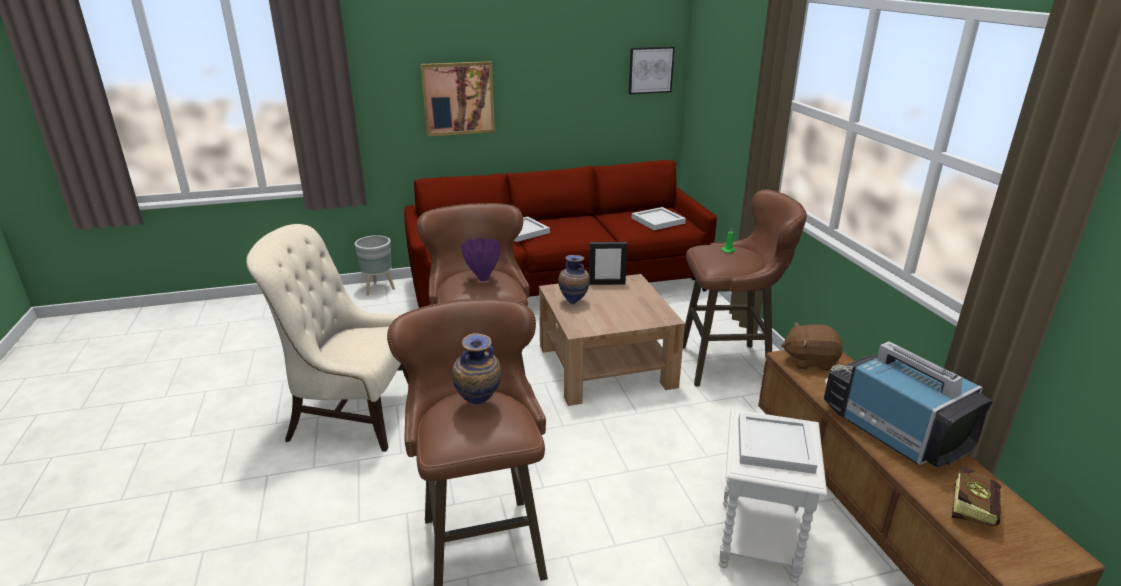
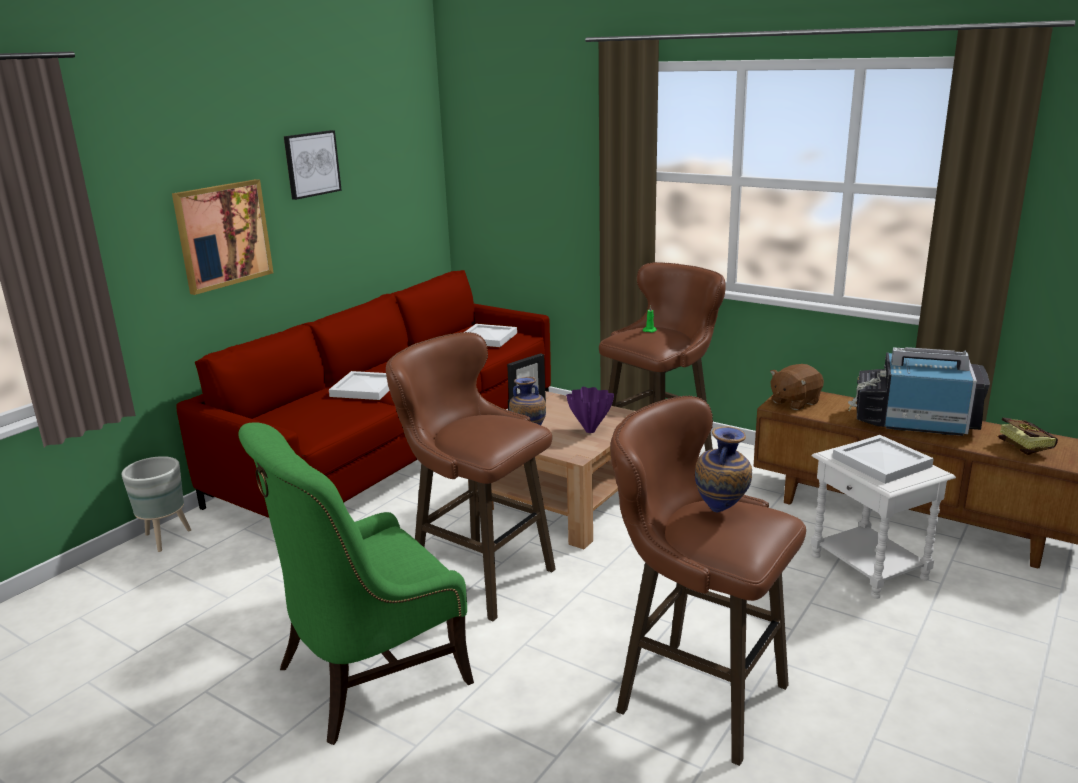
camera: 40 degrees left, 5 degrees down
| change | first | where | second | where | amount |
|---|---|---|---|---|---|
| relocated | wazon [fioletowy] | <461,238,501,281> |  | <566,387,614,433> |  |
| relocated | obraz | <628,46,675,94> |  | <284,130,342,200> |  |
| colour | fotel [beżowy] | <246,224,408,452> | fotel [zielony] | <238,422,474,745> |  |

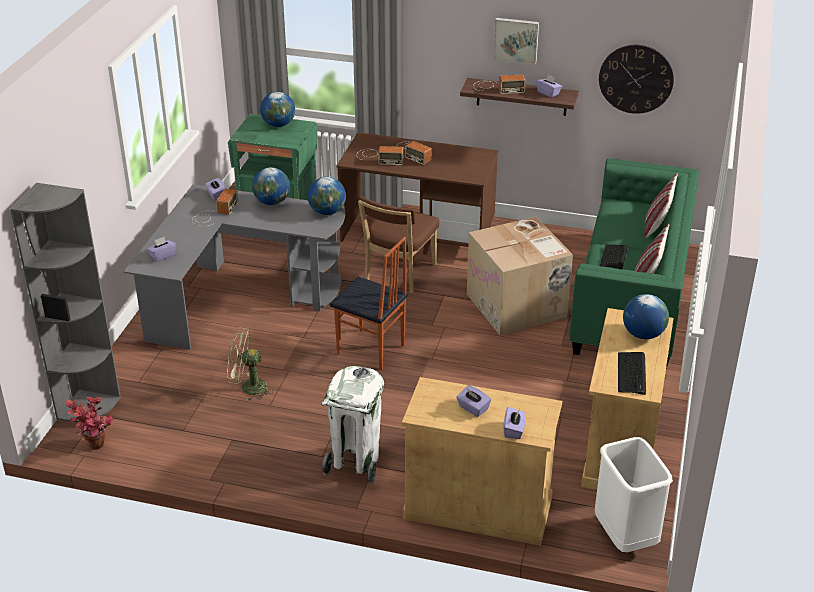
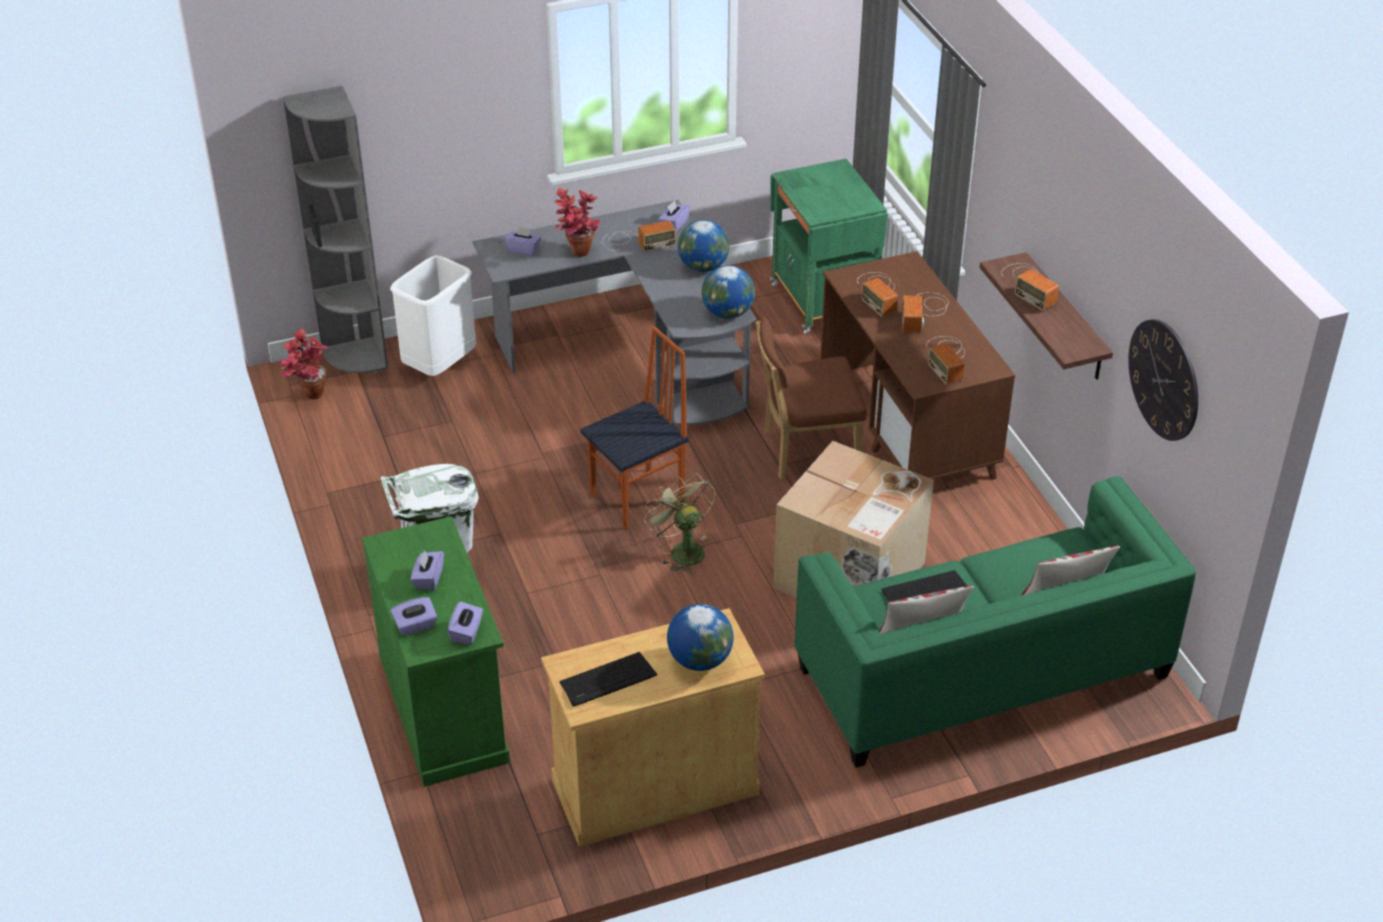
camera: 55 degrees right, 5 degrees up
| change | first | where | second | where | amount |
|---|---|---|---|---|---|
| missing | globus | <260,92,295,127> |  |  |  |
| missing | obraz | <493,18,539,64> |  |  |  |
| appeared |  |  | roślina doniczkowa | <554,188,600,257> |  |
| appeared |  |  | radio | <926,336,965,384> |  |
| relocated | wentylator [zielony] | <227,327,273,401> |  | <644,473,715,574> |  |
| relocated | pudełko chusteczek [fioletowy] | <536,75,562,98> |  | <448,601,483,645> |  |
| relocated | kosz na śmieci [biały] | <595,437,673,552> |  | <390,255,476,376> |  |
| colour | szafka [beżowy] | <402,377,562,546> | szafka [zielony] | <362,516,510,787> |  |
| spun | krzesło | <330,237,408,370> |  | <581,326,689,530> | 120 degrees counterclockwise |

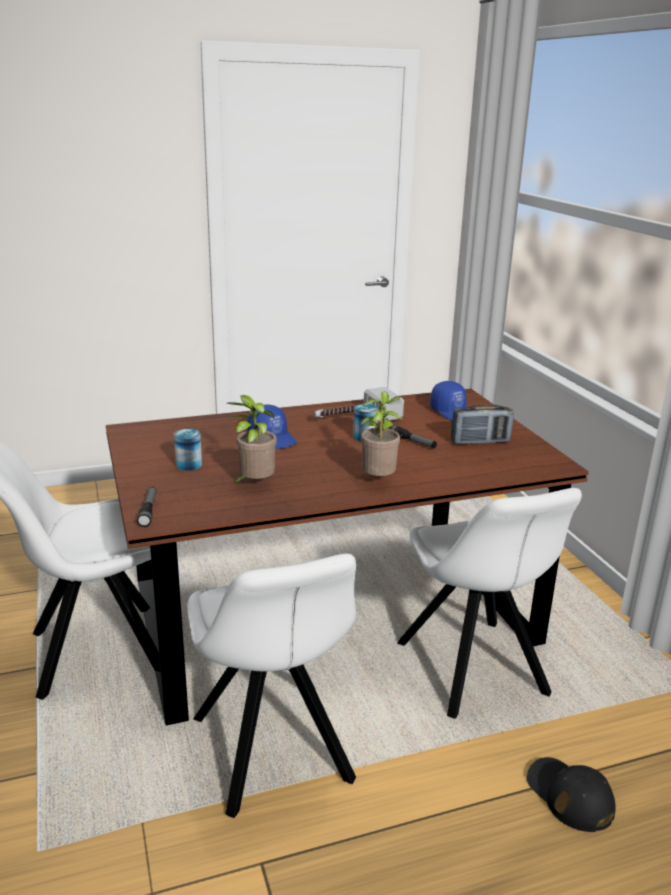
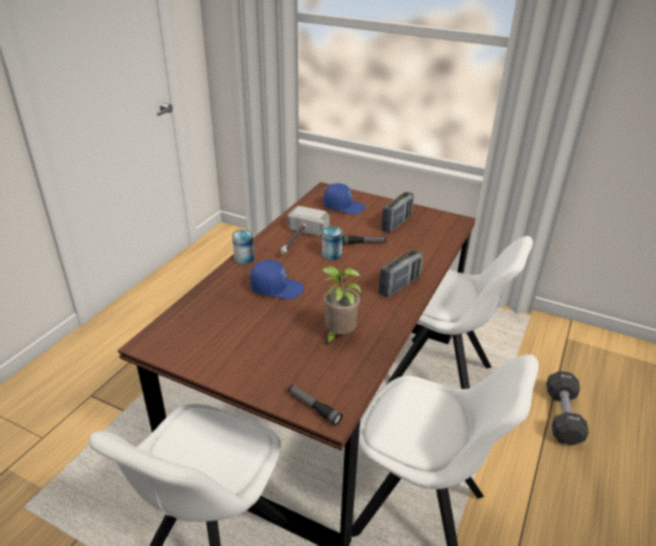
camera: 45 degrees left, 10 degrees up
| change | first | where | second | where | amount |
|---|---|---|---|---|---|
| relocated | puszka | <174,428,202,471> |  | <232,230,255,264> |  |
| exchanged | roślina doniczkowa | <360,391,404,476> | radio | <379,249,423,297> |  |
| exchanged | czapka z daszkiem [czarny] | <527,757,616,832> | hantel [czarny] | <546,371,589,445> |  |

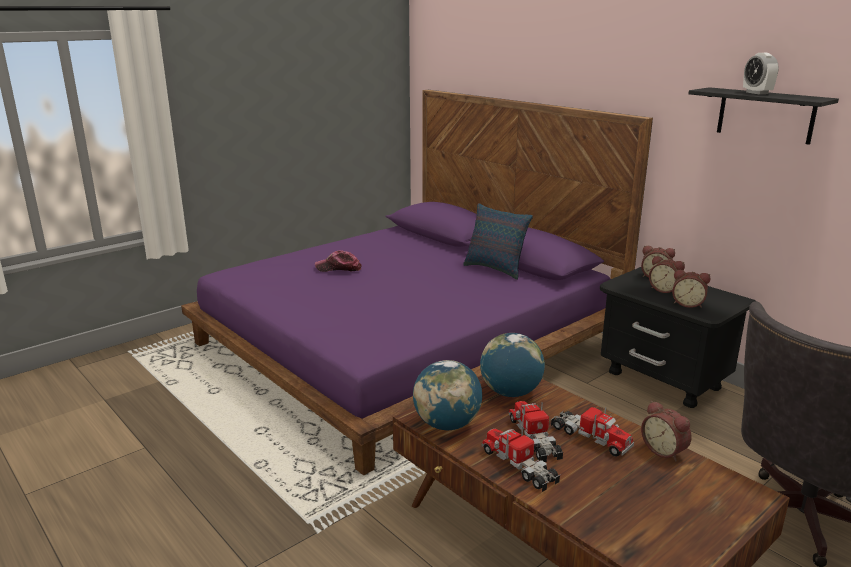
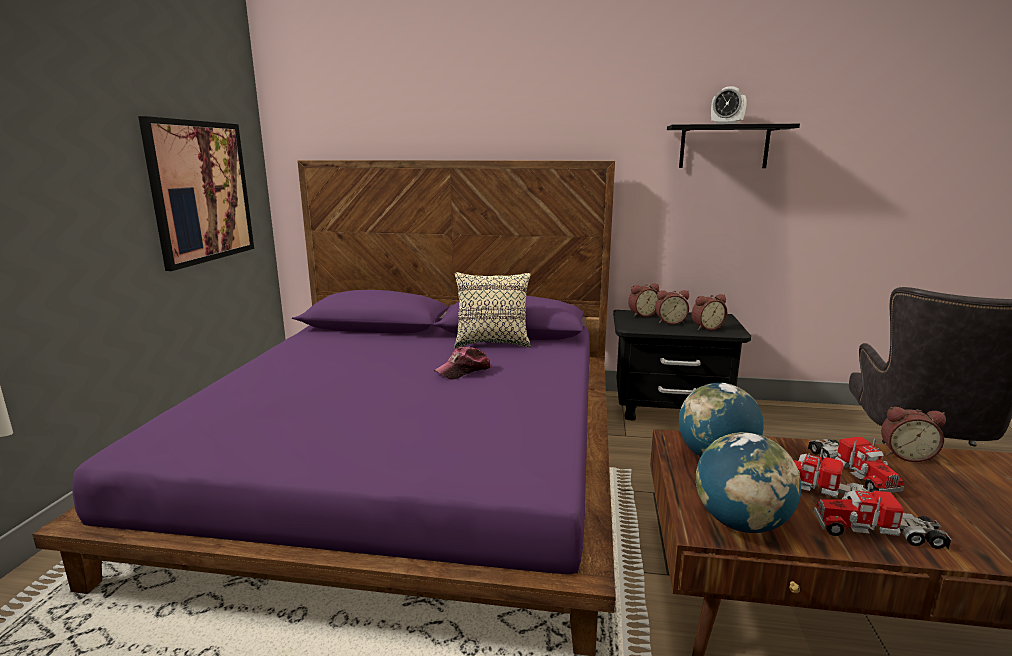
camera: 40 degrees left, 5 degrees down
| change | first | where | second | where | amount |
|---|---|---|---|---|---|
| appeared |  |  | obraz | <138,116,254,271> |  |
| relocated | czapka z daszkiem | <315,250,362,272> |  | <434,347,491,380> |  |
| colour | poduszka [niebieski] | <463,203,533,280> | poduszka [beżowy] | <454,272,531,348> |  |
| spun | ciężarówka zabawkowa | <551,407,634,457> |  | <808,437,904,493> | 75 degrees clockwise |

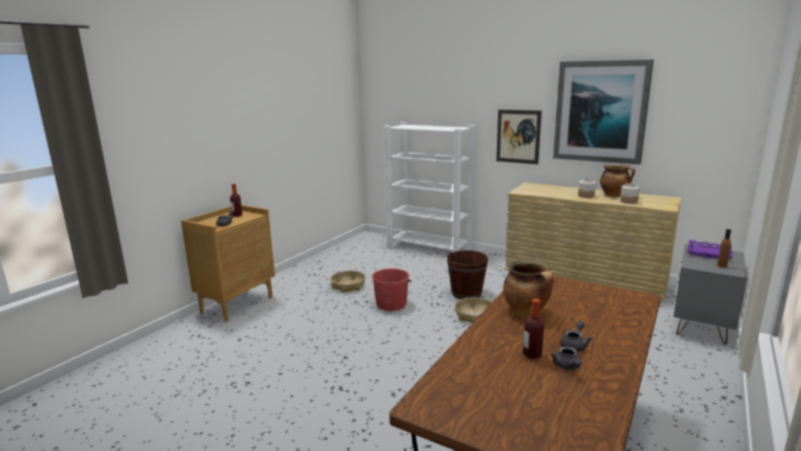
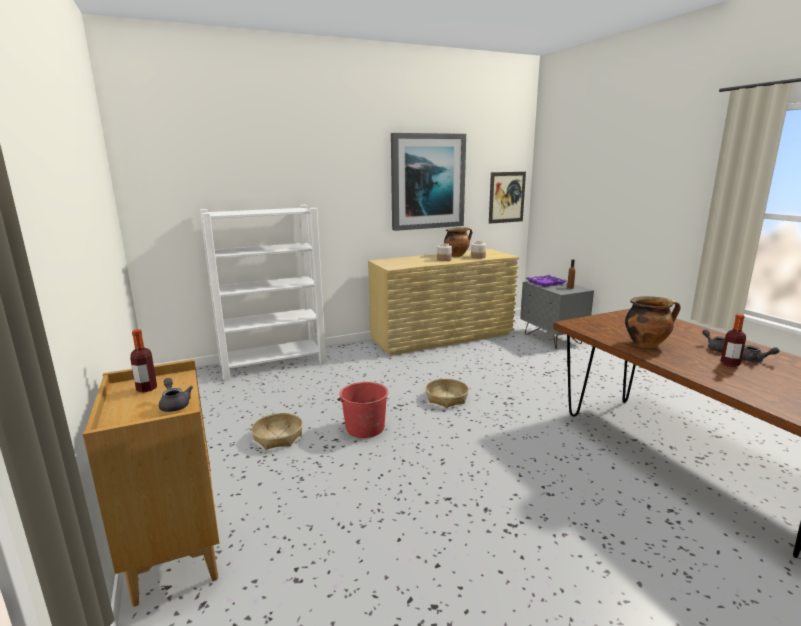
camera: 55 degrees left, 0 degrees up
| change | first | where | second | where | amount |
|---|---|---|---|---|---|
| missing | wiadro [brązowy] | <447,250,488,299> |  |  |  |
| relocated | obraz | <496,110,542,164> |  | <489,172,526,224> |  |

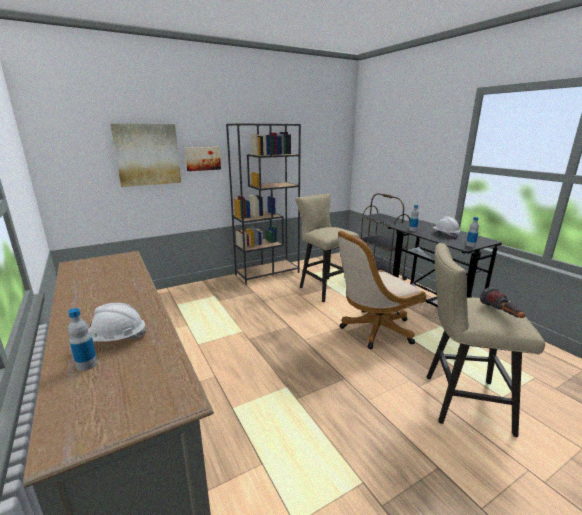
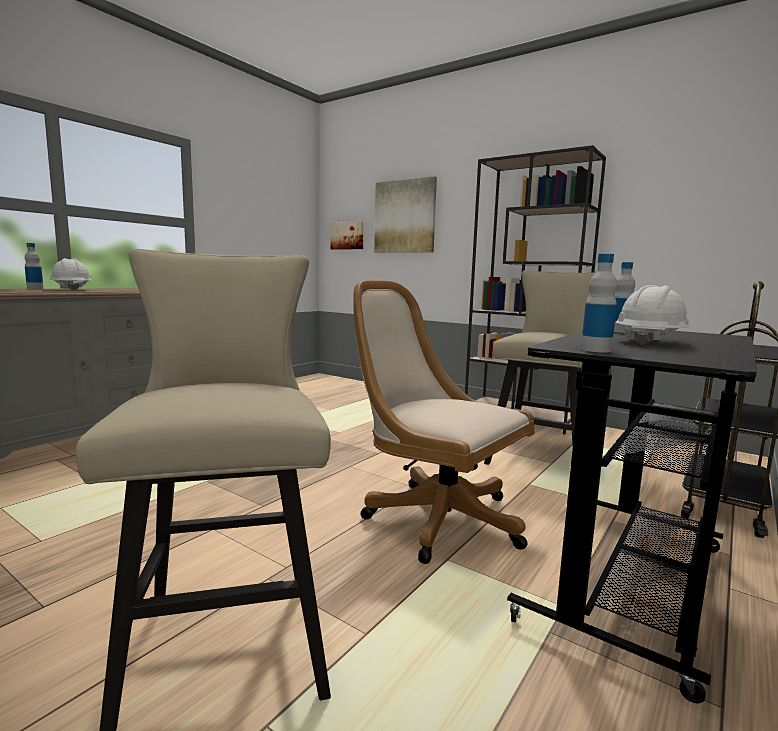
camera: 65 degrees right, 10 degrees down
| change | first | where | second | where | amount |
|---|---|---|---|---|---|
| missing | latarka | <480,287,525,318> |  |  |  |
| relocated | obraz | <185,147,221,171> |  | <330,221,364,250> |  |

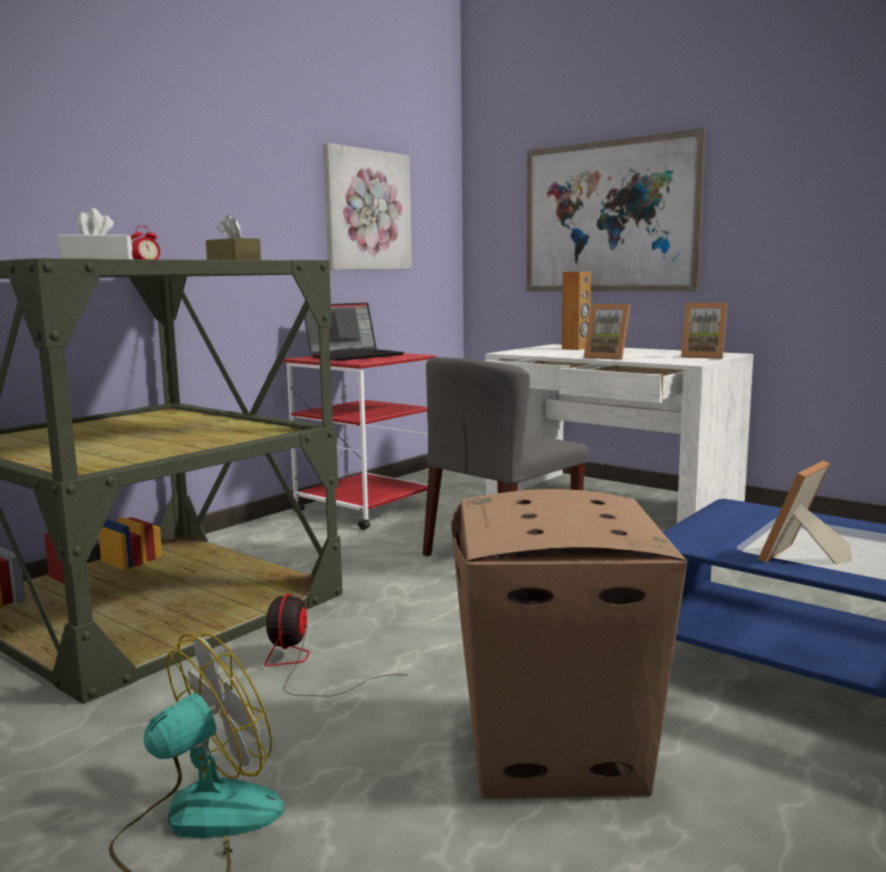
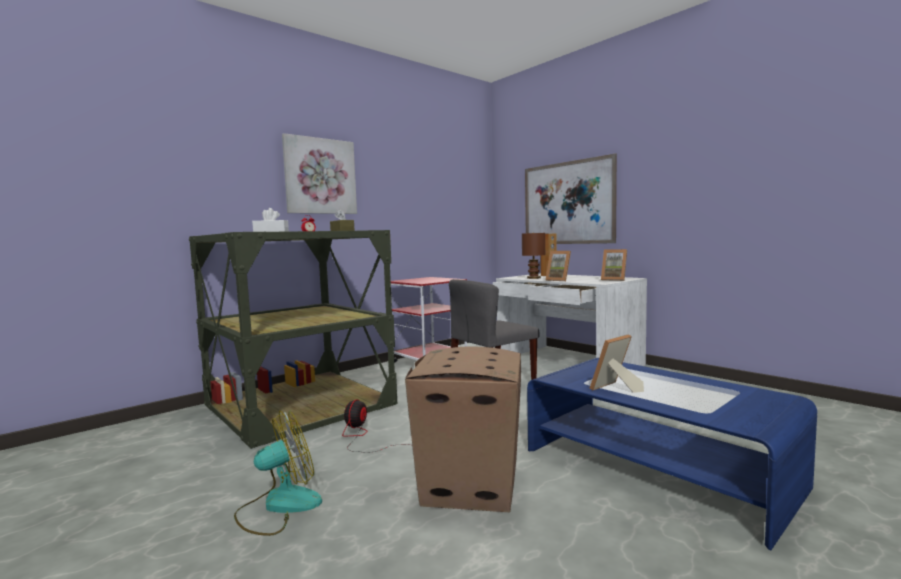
camera: 10 degrees right, 5 degrees down
| change | first | where | second | where | amount |
|---|---|---|---|---|---|
| missing | laptop | <302,303,404,361> |  |  |  |
| appeared |  |  | lampa stołowa [brązowy] | <522,233,545,279> |  |
| relocated | obraz | <323,143,412,270> |  | <282,133,357,214> |  |

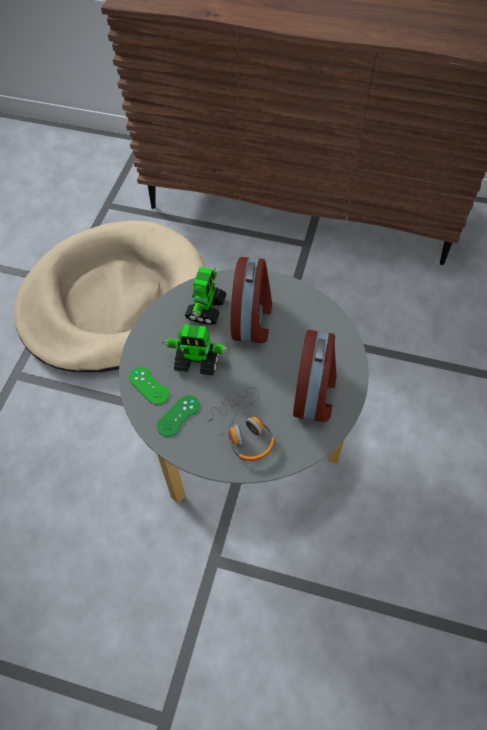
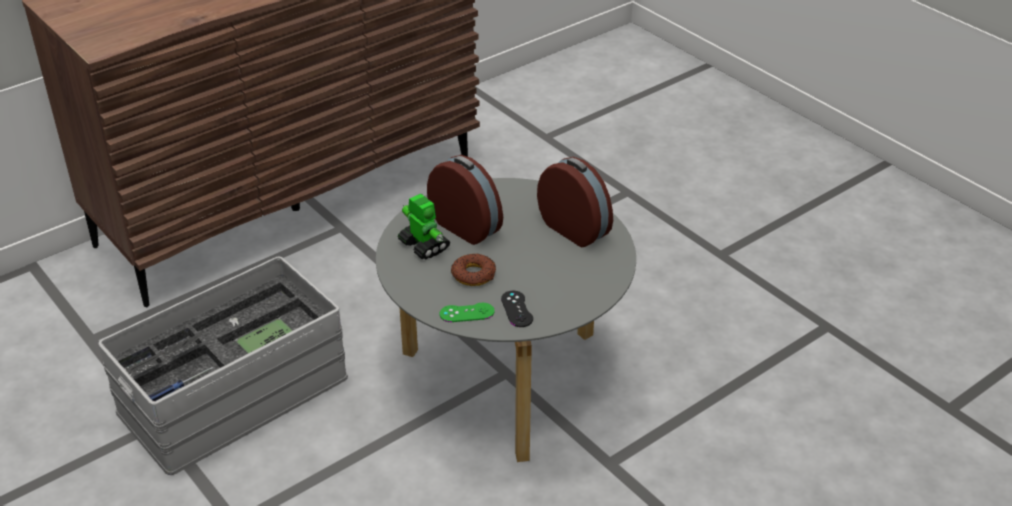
camera: 55 degrees left, 20 degrees down
| change | first | where | second | where | amount |
|---|---|---|---|---|---|
| missing | słuchawki | <206,387,275,461> |  |  |  |
| exchanged | legowisko [beżowy] | <14,221,205,372> | pojemnik do przechowywania [szary] | <98,256,348,475> |  |
| exchanged | robot zabawkowy | <163,324,230,375> | donut | <451,254,496,286> |  |
| colour | pad do gier [zielony] | <157,395,200,437> | pad do gier [czarny] | <501,291,533,327> |  |

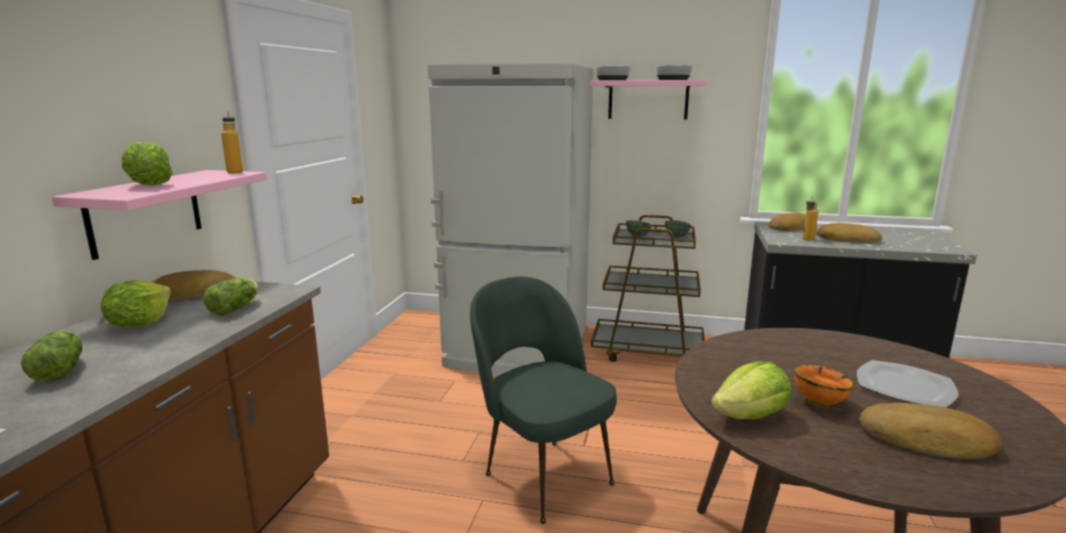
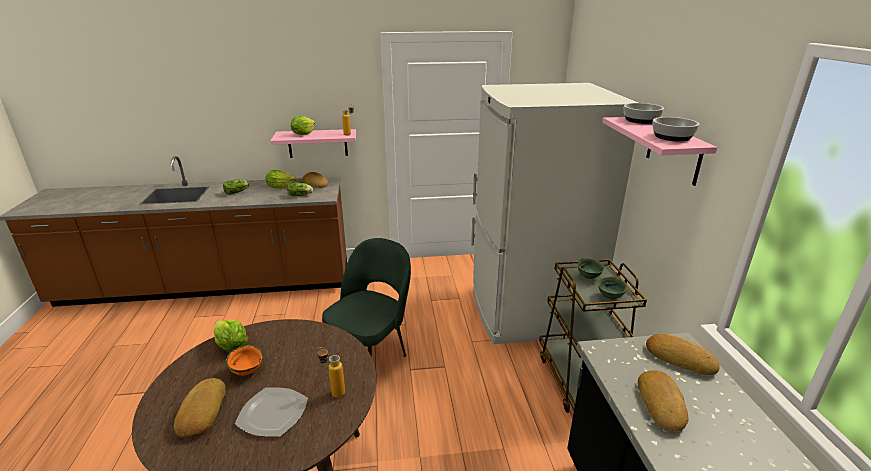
camera: 70 degrees right, 10 degrees up
| change | first | where | second | where | amount |
|---|---|---|---|---|---|
| relocated | butelka | <803,196,818,241> |  | <317,347,345,398> |  |

